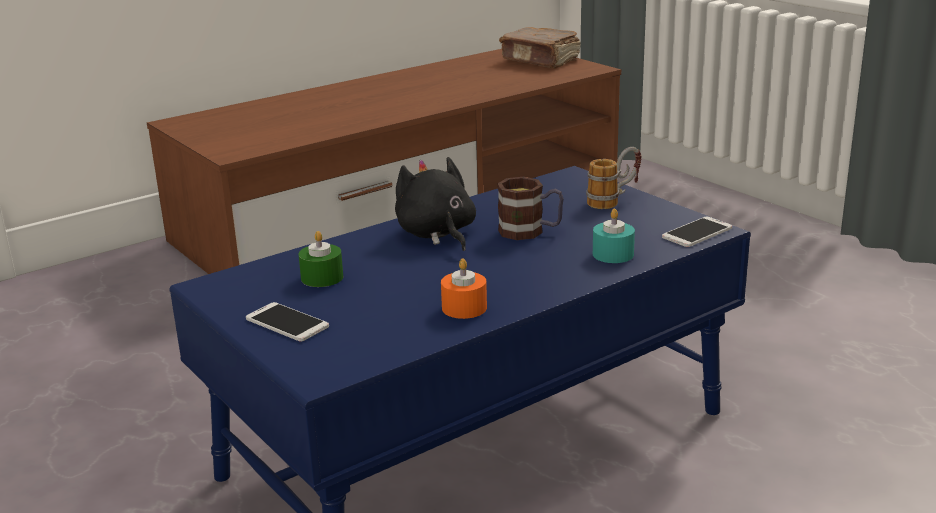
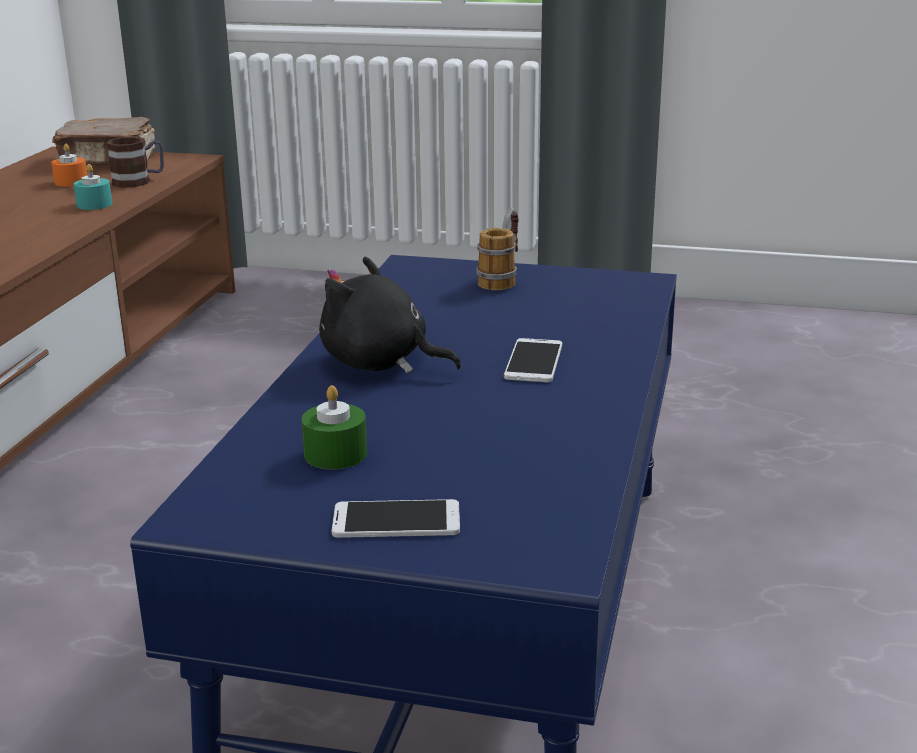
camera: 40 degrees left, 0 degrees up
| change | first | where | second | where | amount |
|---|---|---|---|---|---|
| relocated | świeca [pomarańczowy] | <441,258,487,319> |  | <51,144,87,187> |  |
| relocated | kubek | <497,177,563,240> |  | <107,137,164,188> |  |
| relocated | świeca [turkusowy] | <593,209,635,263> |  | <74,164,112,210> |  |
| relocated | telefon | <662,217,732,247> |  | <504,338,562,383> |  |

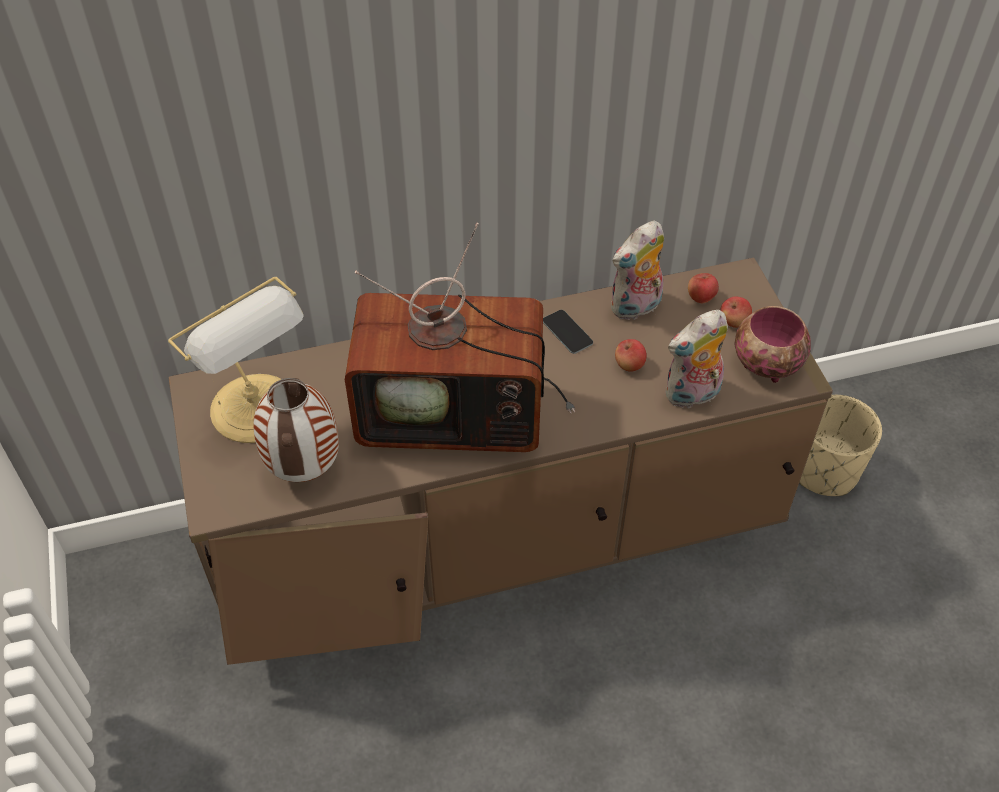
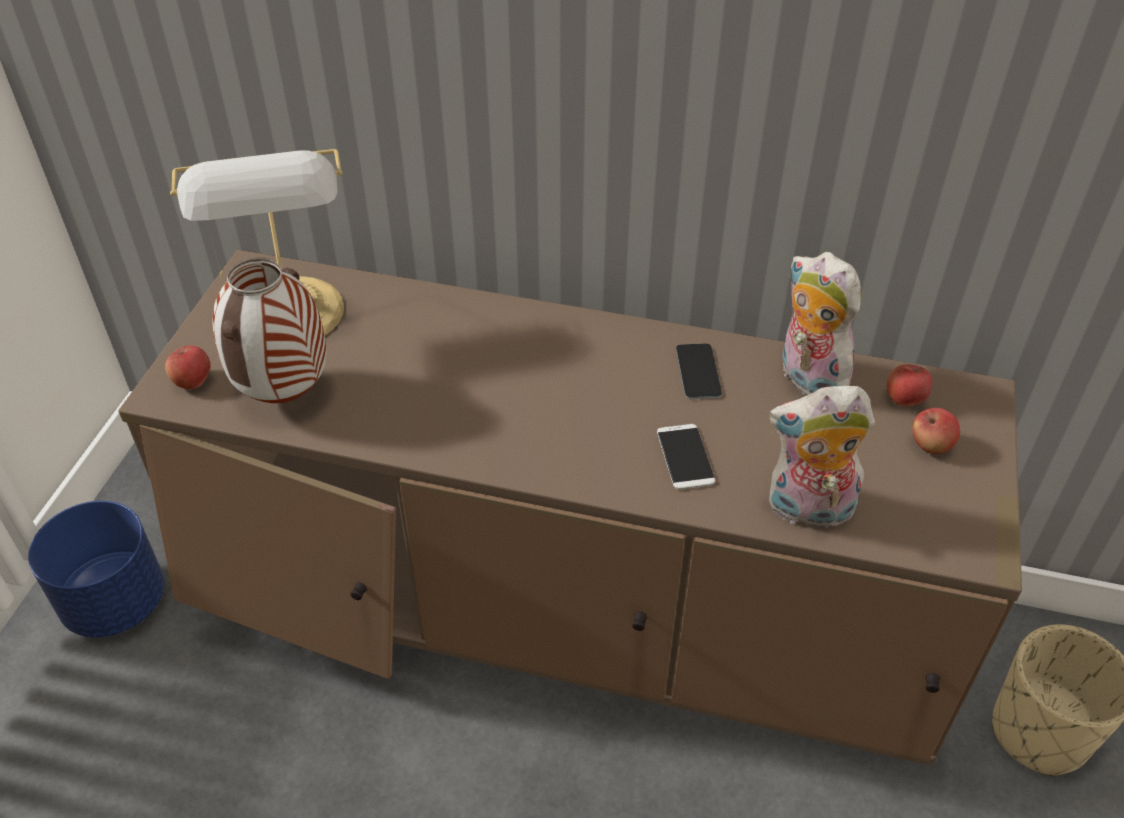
camera: 30 degrees right, 5 degrees down
| change | first | where | second | where | amount |
|---|---|---|---|---|---|
| missing | telewizor | <345,223,575,452> |  |  |  |
| missing | miska | <734,306,811,383> |  |  |  |
| appeared |  |  | donica [niebieski] | <28,501,164,638> |  |
| appeared |  |  | telefon | <657,424,715,490> |  |
| relocated | jabłko | <615,339,647,372> |  | <165,345,211,389> |  |
| spun | pluszak | <611,220,664,320> |  | <782,252,861,397> | 60 degrees clockwise |

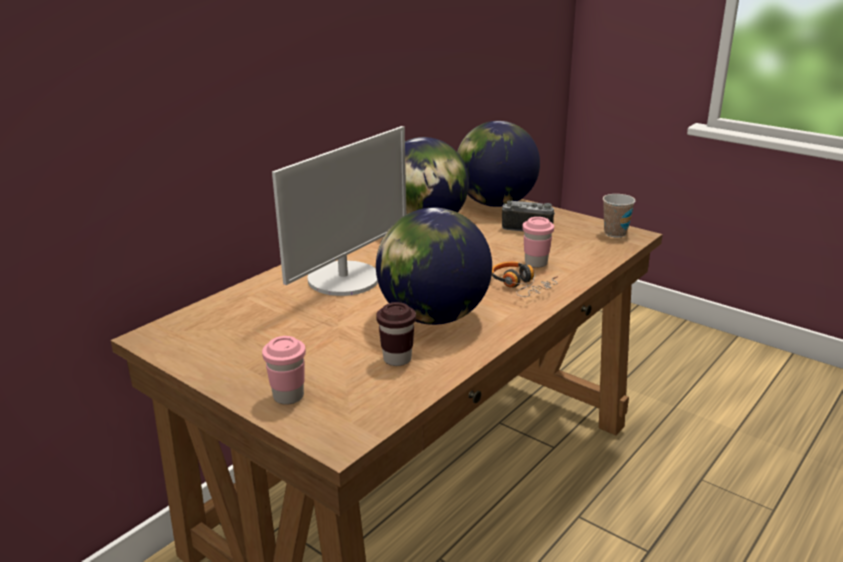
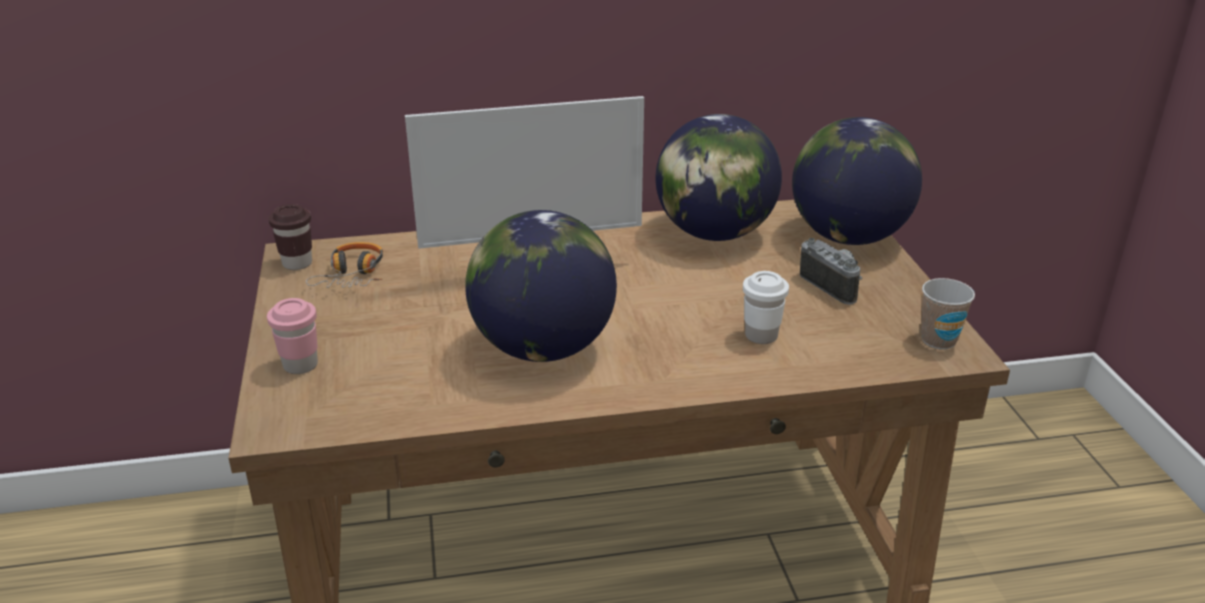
camera: 40 degrees right, 5 degrees up
| change | first | where | second | where | amount |
|---|---|---|---|---|---|
| relocated | filiżanka [brązowy] | <376,302,416,366> |  | <268,204,312,270> |  |
| relocated | słuchawki | <492,262,558,297> |  | <306,242,383,288> |  |
| colour | filiżanka [różowy] | <522,217,554,268> | filiżanka [biały] | <743,271,789,344> |  |

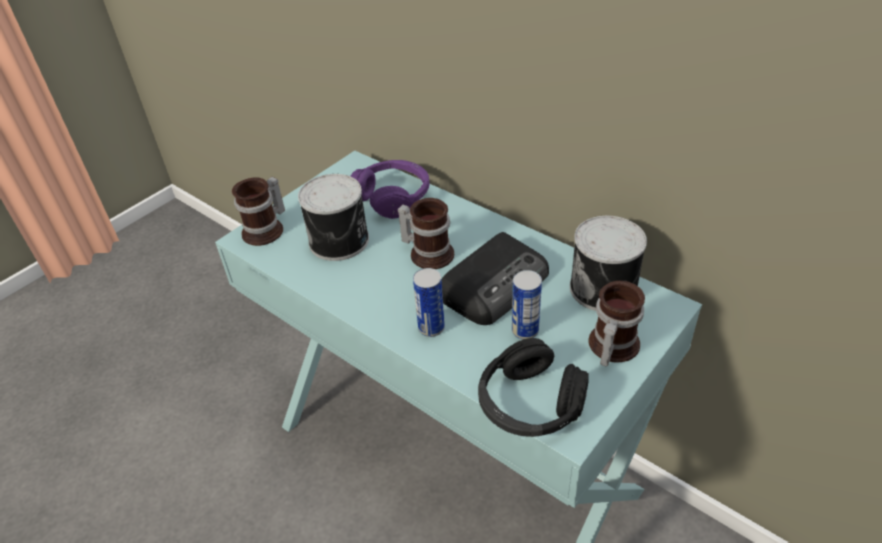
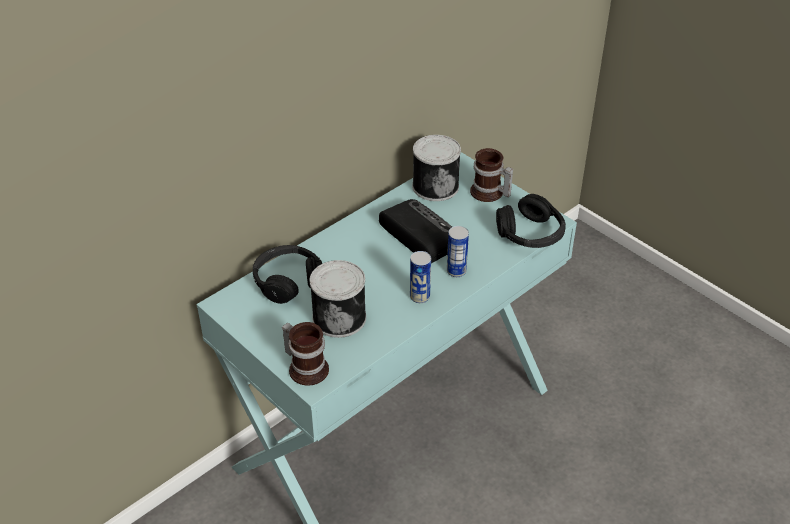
camera: 85 degrees left, 0 degrees up
| change | first | where | second | where | amount |
|---|---|---|---|---|---|
| missing | kubek | <398,198,454,269> |  |  |  |
| relocated | puszka | <512,270,542,340> |  | <410,251,431,303> |  |
| colour | słuchawki [fioletowy] | <351,160,429,219> | słuchawki [czarny] | <253,245,322,304> |  |

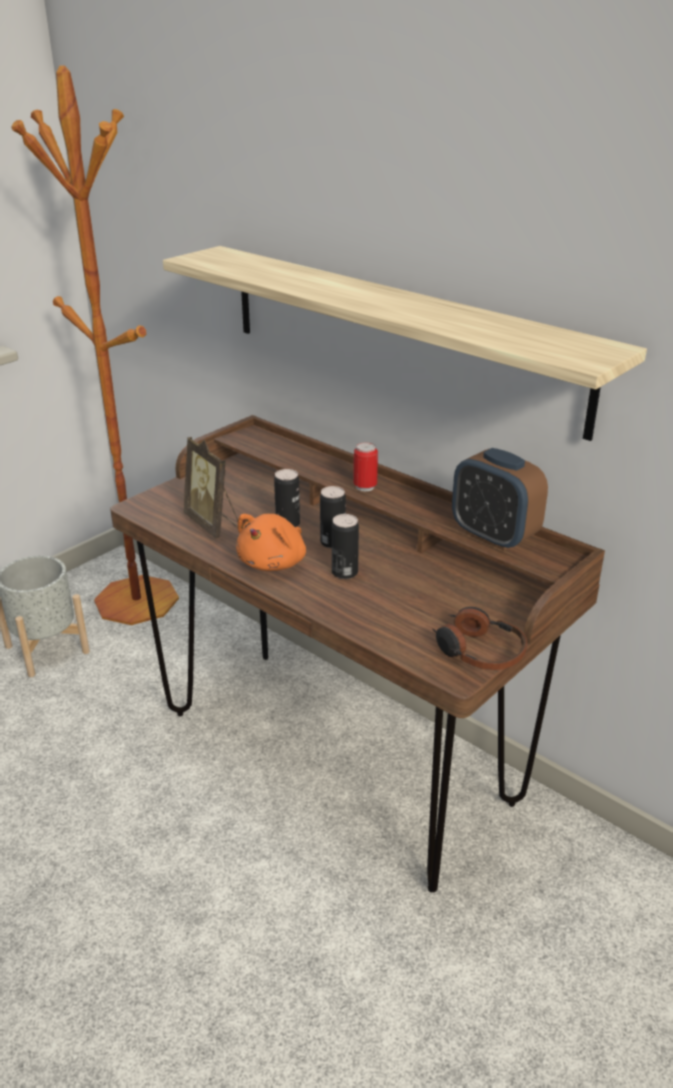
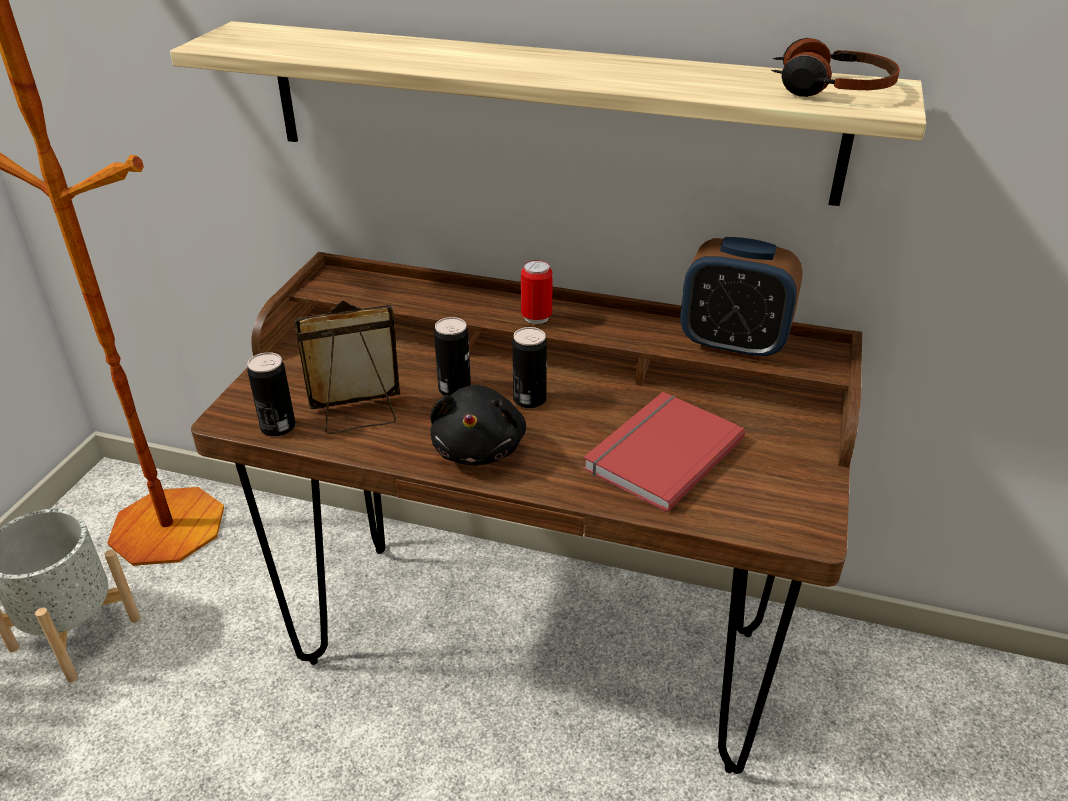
camera: 25 degrees left, 5 degrees up
| change | first | where | second | where | amount |
|---|---|---|---|---|---|
| appeared |  |  | książka [czerwony] | <583,392,745,513> |  |
| relocated | puszka | <332,514,359,579> |  | <247,352,296,437> |  |
| relocated | słuchawki | <432,607,527,670> |  | <771,38,900,97> |  |
| colour | pluszak [pomarańczowy] | <236,514,306,571> | pluszak [czarny] | <430,385,526,466> |  |
| spun | ramka na zdjęcie | <184,437,238,539> |  | <294,301,400,434> | 135 degrees clockwise |

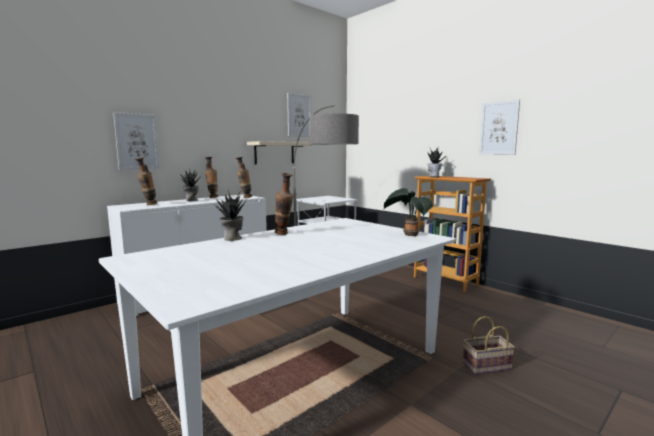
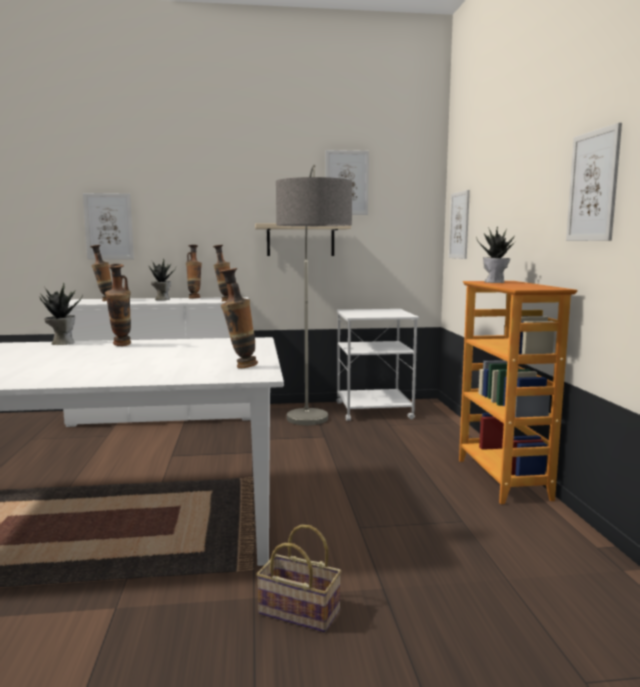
camera: 35 degrees right, 0 degrees up
| change | first | where | second | where | amount |
|---|---|---|---|---|---|
| appeared |  |  | obraz | <449,190,470,259> |  |
| exchanged | roślina doniczkowa | <383,188,433,237> | wazon | <219,268,258,368> |  |

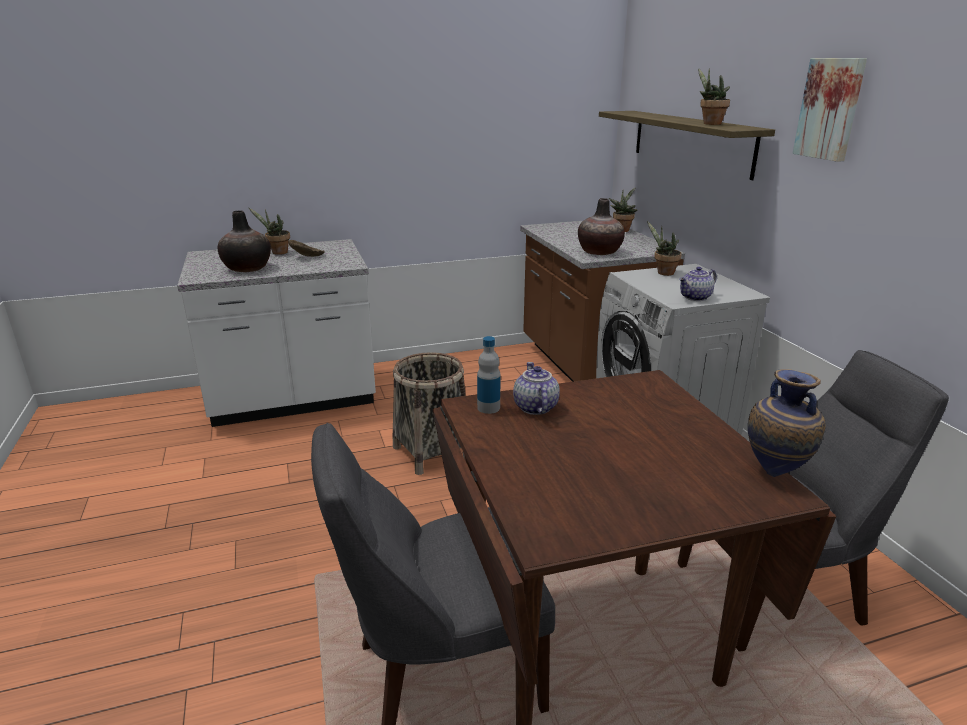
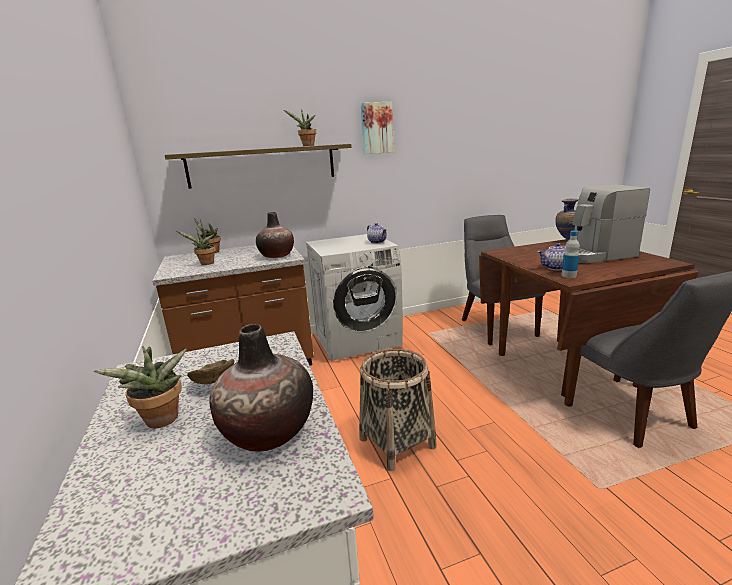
camera: 90 degrees left, 5 degrees down
| change | first | where | second | where | amount |
|---|---|---|---|---|---|
| appeared |  |  | ekspres do kawy | <560,185,650,263> |  |
| relocated | roślina doniczkowa | <647,221,682,276> |  | <176,228,216,265> |  |

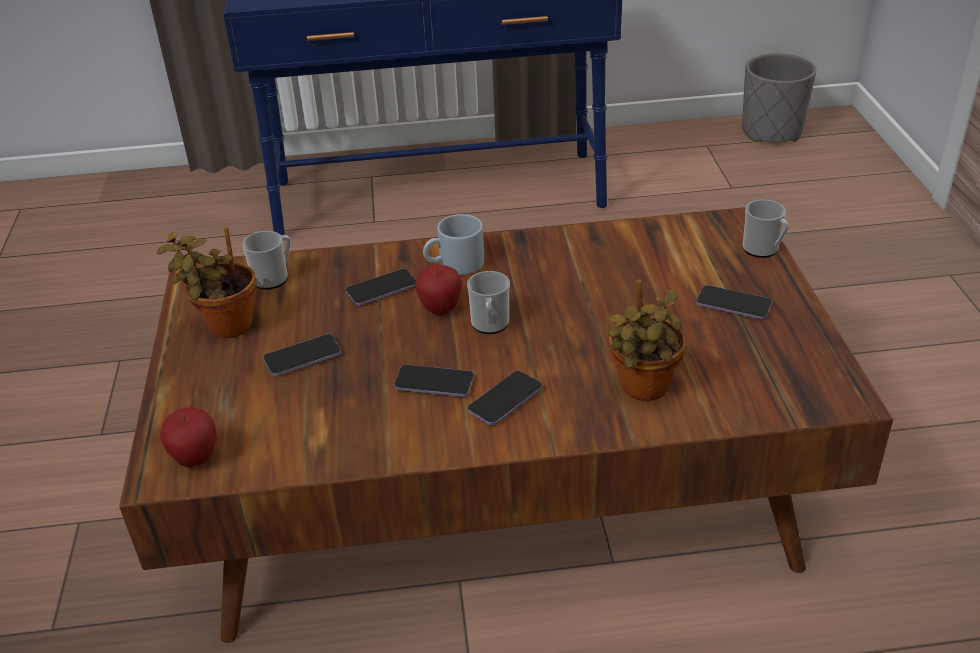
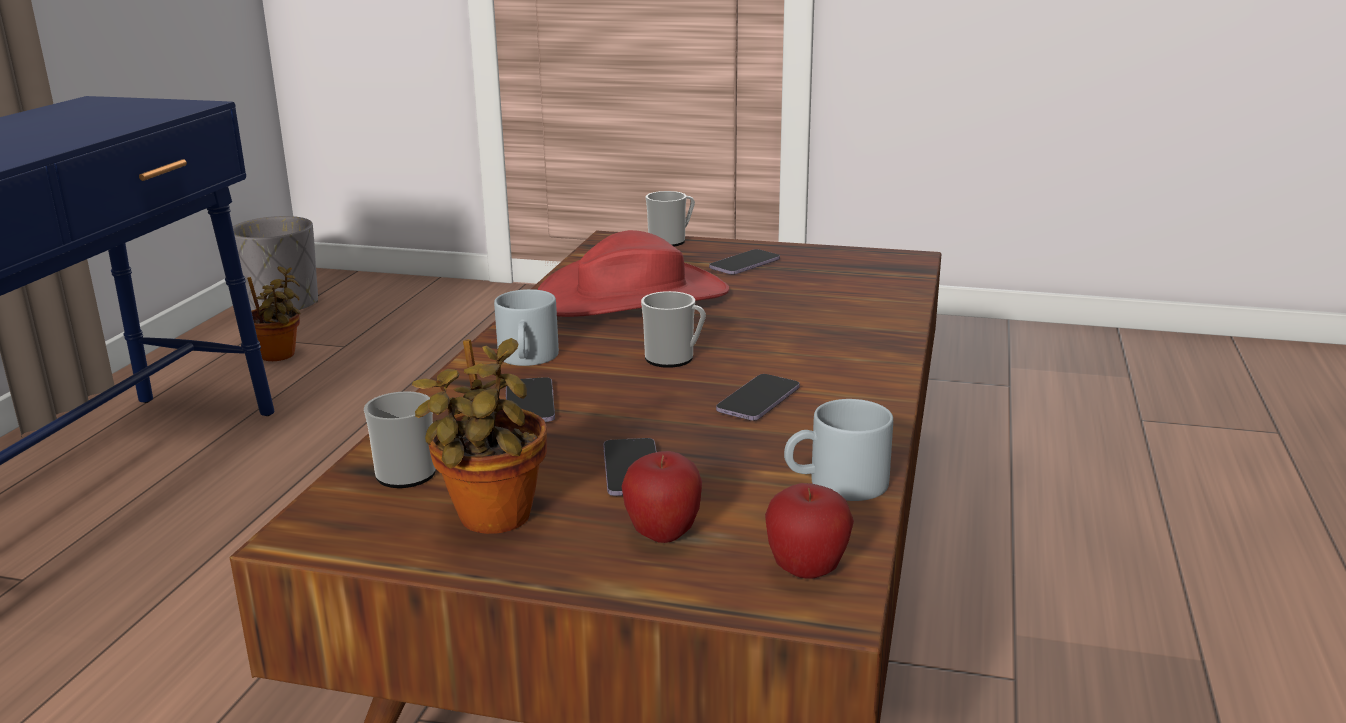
camera: 70 degrees left, 15 degrees down
| change | first | where | second | where | amount |
|---|---|---|---|---|---|
| missing | telefon | <467,371,543,426> |  |  |  |
| appeared |  |  | kapelusz [czerwony] | <537,230,729,317> |  |
| appeared |  |  | kubek [szary] | <784,399,893,501> |  |
| relocated | jabłko | <415,265,462,315> |  | <622,451,702,543> |  |
| relocated | roślina doniczkowa | <608,280,686,401> |  | <247,266,301,361> |  |

